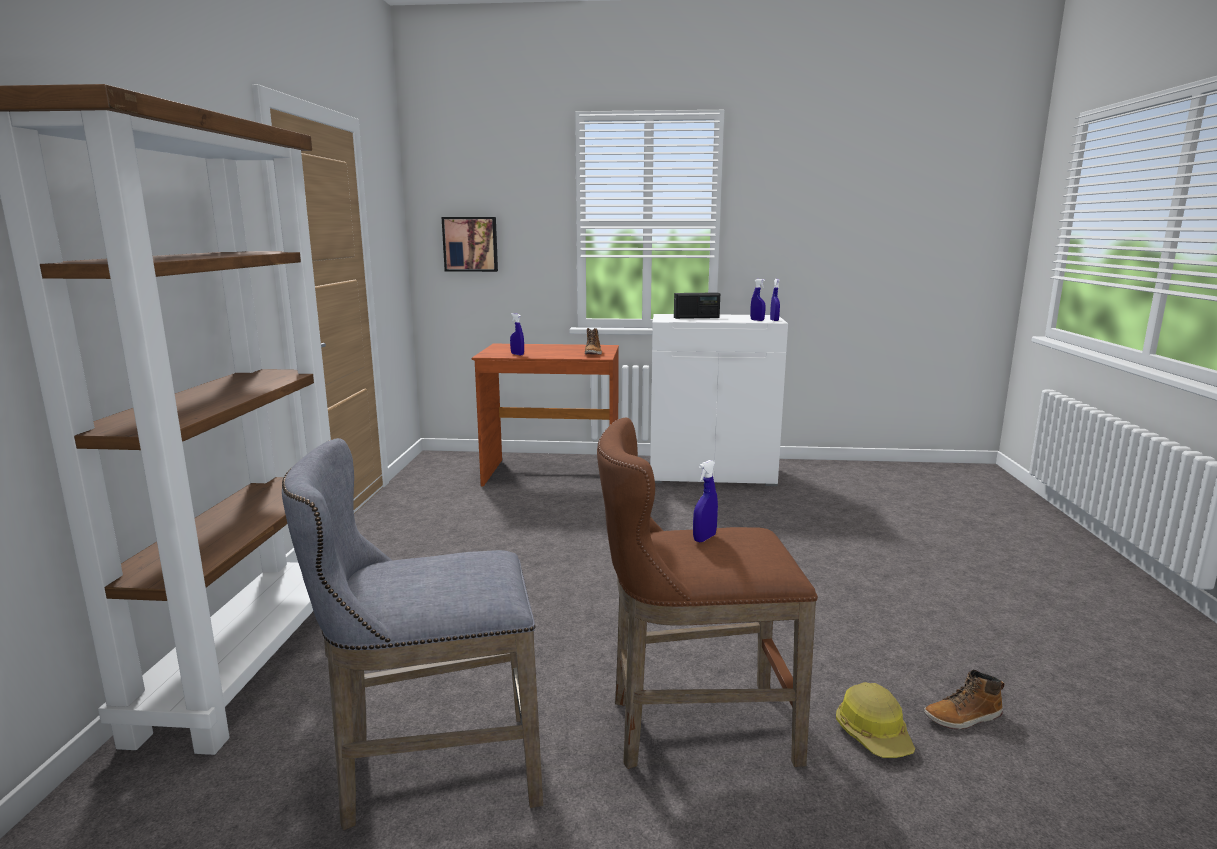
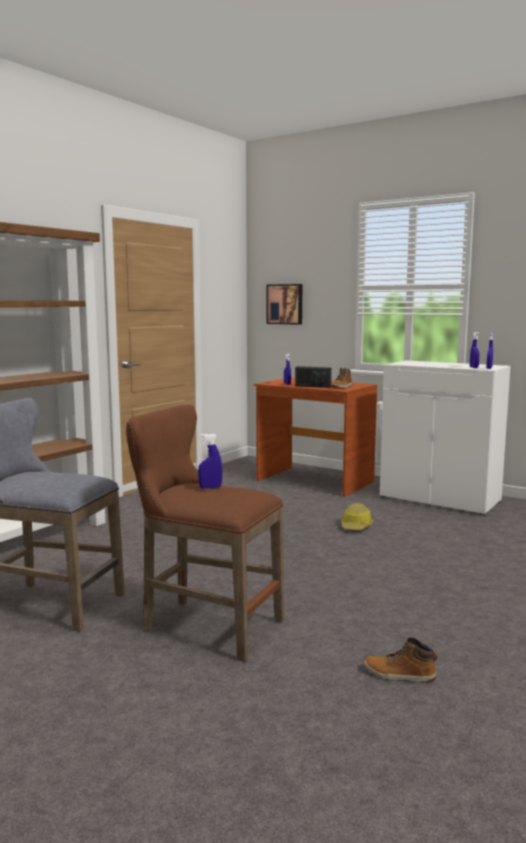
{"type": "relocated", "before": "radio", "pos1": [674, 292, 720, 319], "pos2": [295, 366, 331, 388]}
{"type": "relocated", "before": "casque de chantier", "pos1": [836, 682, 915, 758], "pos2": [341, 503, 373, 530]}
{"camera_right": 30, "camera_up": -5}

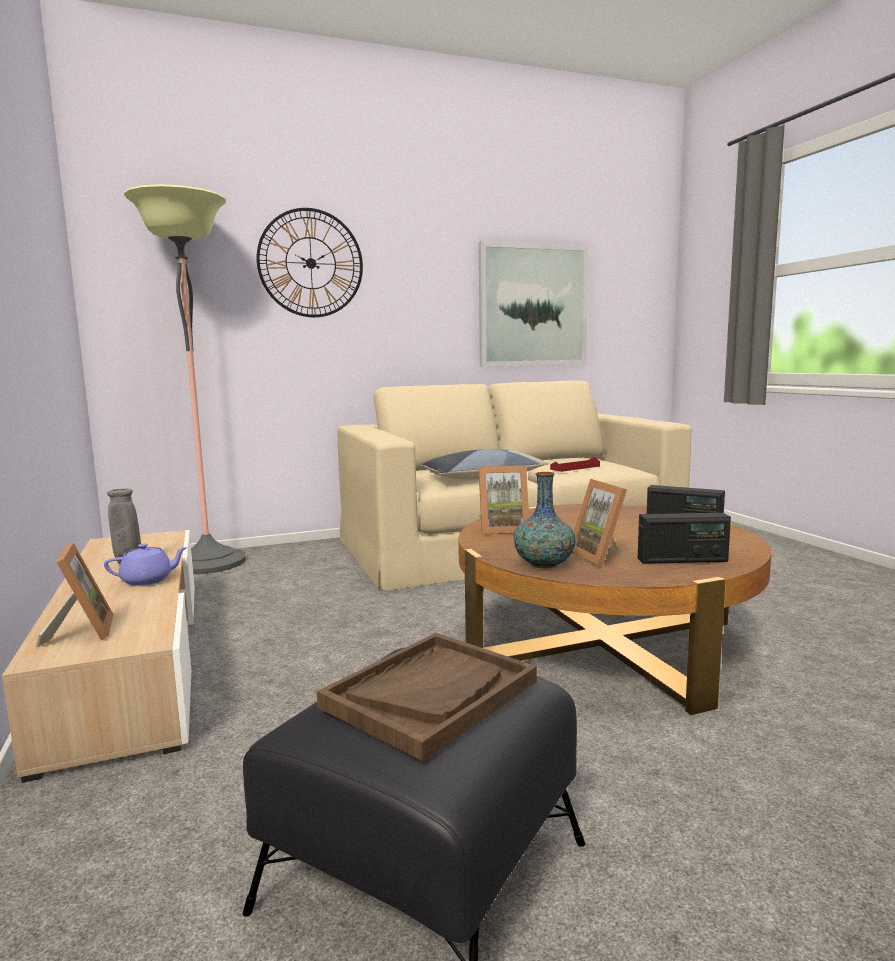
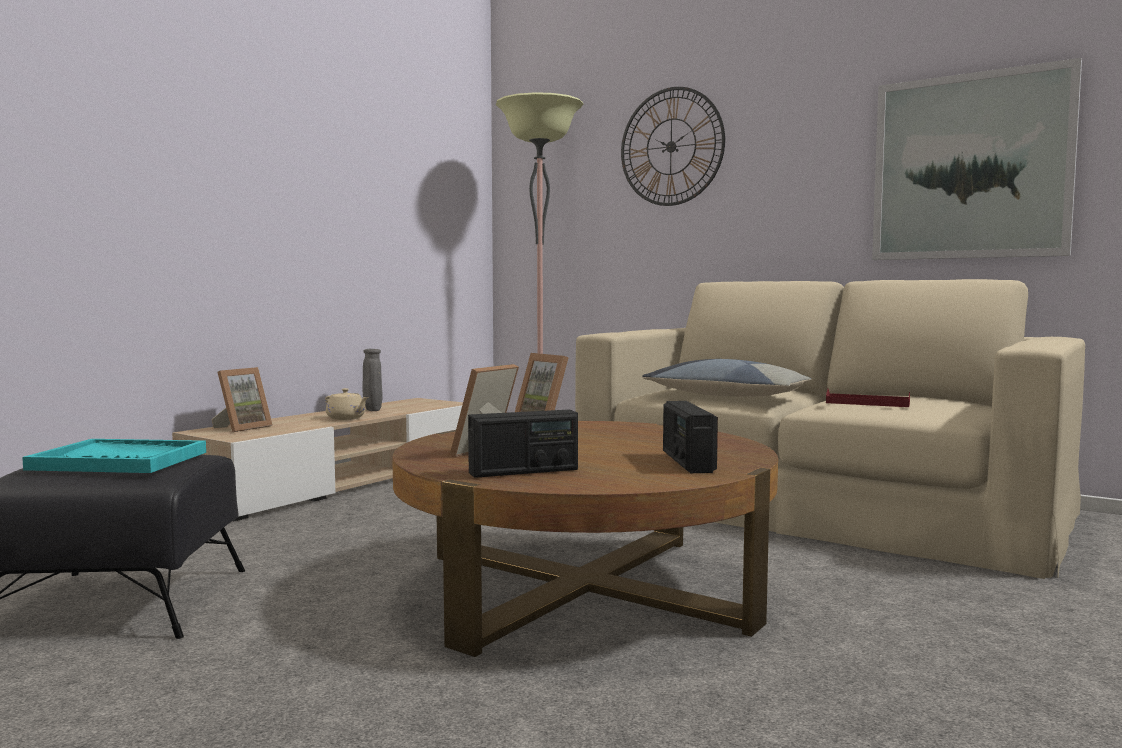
{"type": "missing", "before": "vase", "pos1": [514, 472, 576, 568]}
{"type": "spun", "before": "radio", "pos1": [638, 513, 731, 564], "pos2": [468, 409, 578, 478], "turn": -75}
{"type": "colour", "before": "théière (violet)", "after": "théière (beige)", "pos1": [104, 543, 188, 586], "pos2": [325, 388, 368, 420]}
{"type": "colour", "before": "plateau (marron)", "after": "plateau (turquoise)", "pos1": [317, 633, 537, 761], "pos2": [22, 439, 206, 473]}
{"camera_right": 55, "camera_up": -5}

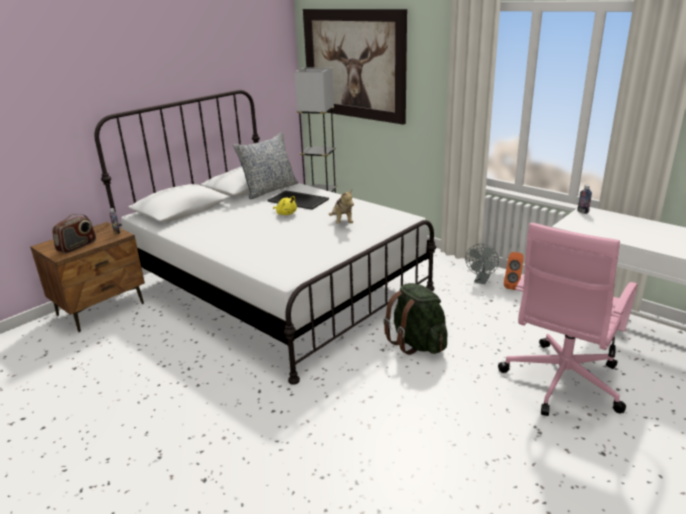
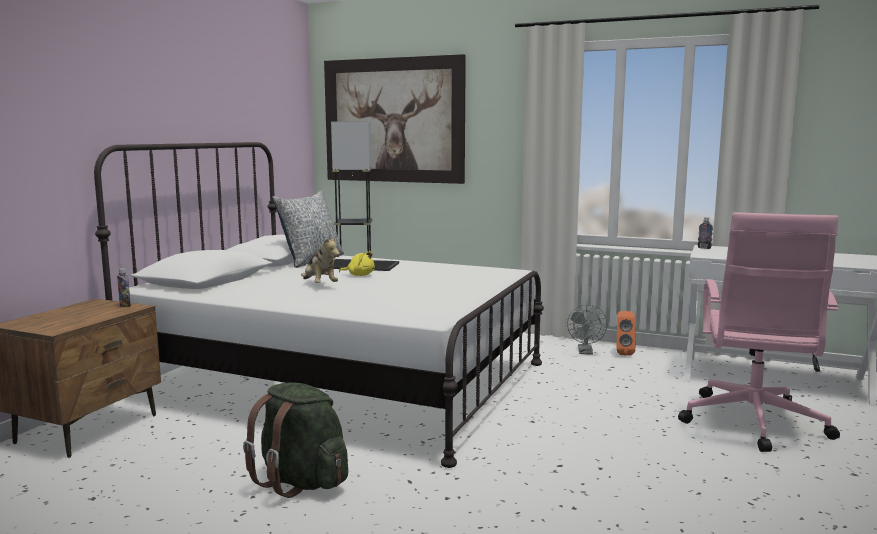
{"type": "relocated", "before": "peluche", "pos1": [329, 189, 354, 224], "pos2": [301, 235, 340, 283]}
{"type": "missing", "before": "radio", "pos1": [52, 214, 96, 253]}
{"type": "relocated", "before": "sac à dos (vert)", "pos1": [383, 283, 447, 355], "pos2": [243, 382, 348, 498]}
{"camera_right": -20, "camera_up": -15}

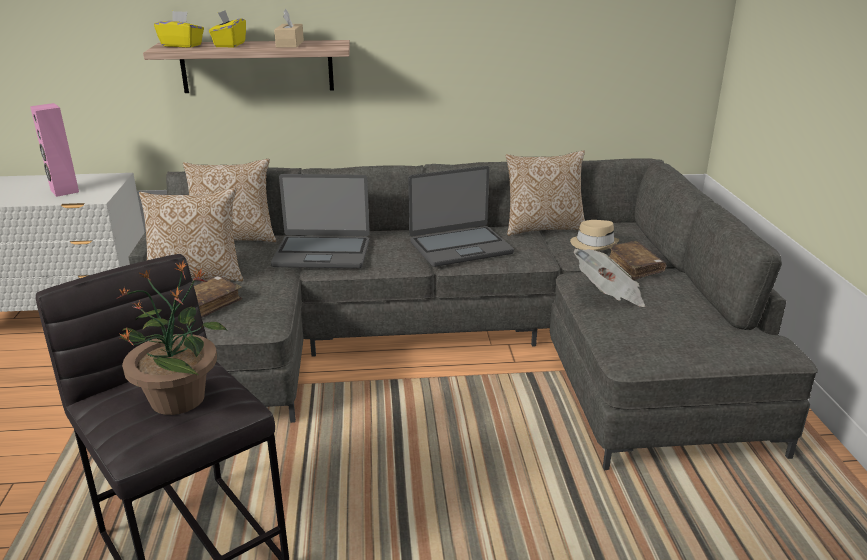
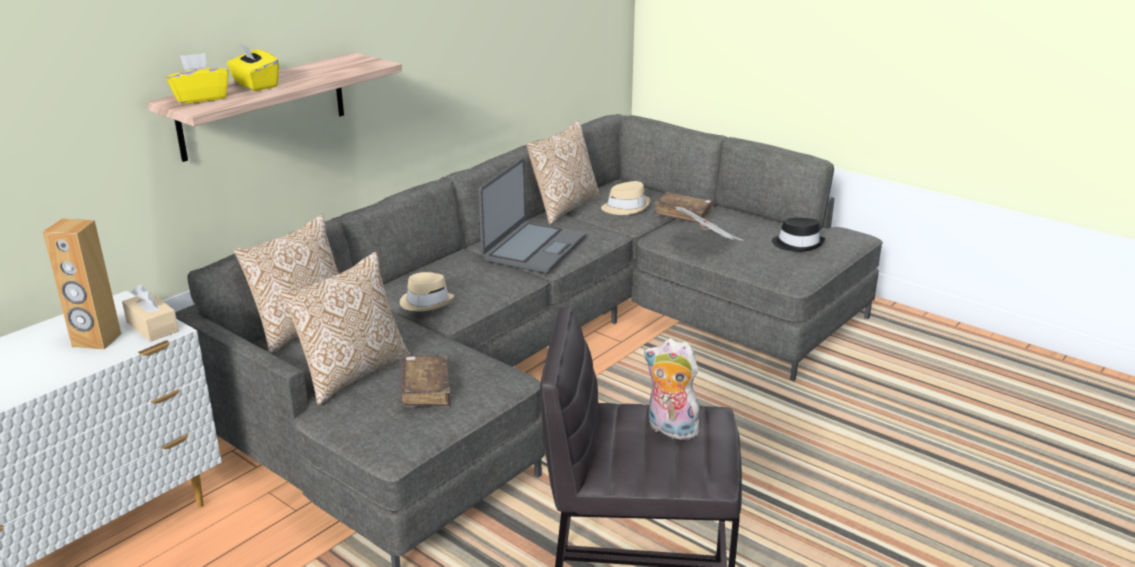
{"type": "relocated", "before": "boîte à mouchoirs (beige)", "pos1": [274, 9, 304, 48], "pos2": [122, 285, 179, 342]}
{"type": "colour", "before": "enceinte (rose)", "after": "enceinte (marron)", "pos1": [30, 103, 79, 197], "pos2": [43, 219, 121, 350]}
{"type": "exchanged", "before": "ordinateur portable", "after": "chapeau (beige)", "pos1": [271, 174, 370, 268], "pos2": [400, 272, 454, 311]}
{"type": "exchanged", "before": "plante en pot", "after": "peluche", "pos1": [117, 260, 227, 415], "pos2": [644, 338, 700, 441]}
{"type": "appeared", "after": "chapeau (noir)", "pos2": [772, 218, 825, 252]}
{"camera_right": -45, "camera_up": 0}

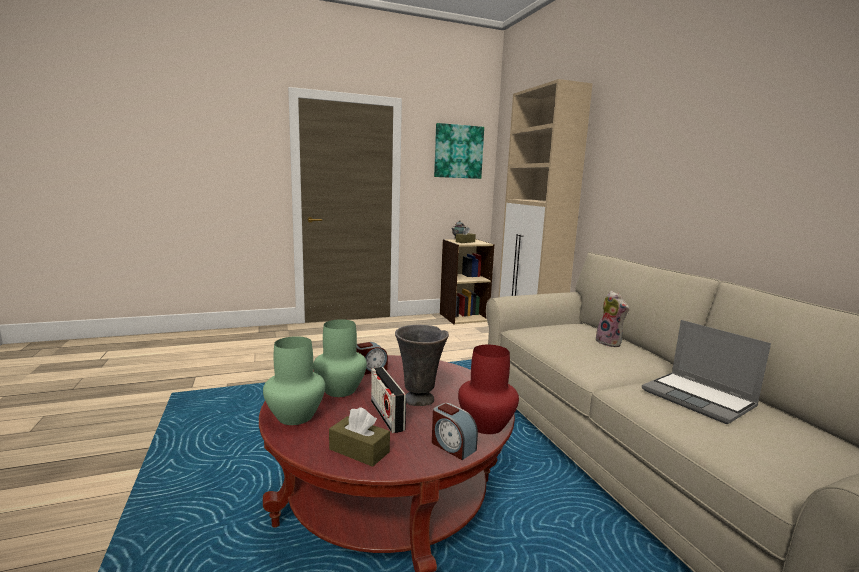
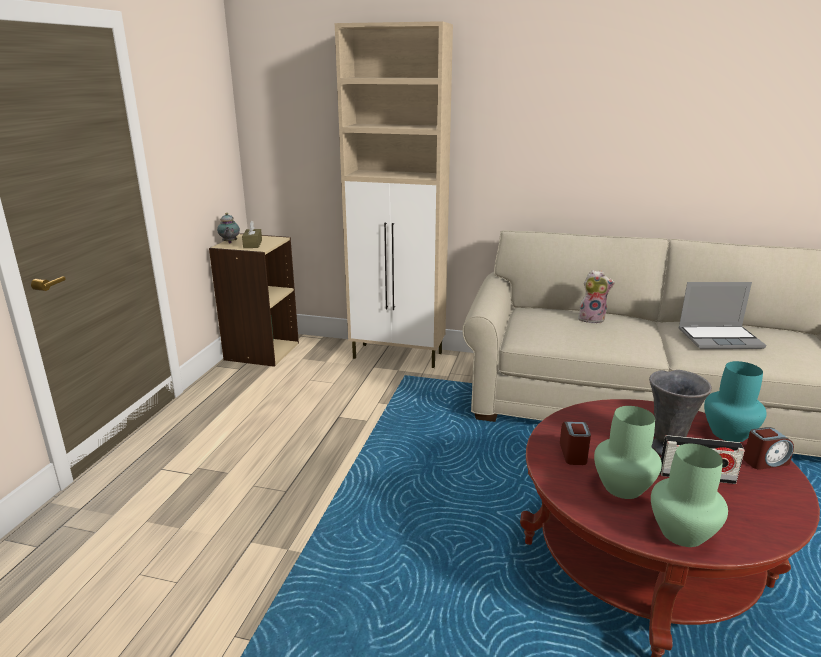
{"type": "missing", "before": "tableau", "pos1": [434, 123, 484, 179]}
{"type": "colour", "before": "vase (rouge)", "after": "vase (turquoise)", "pos1": [458, 345, 519, 434], "pos2": [704, 361, 767, 442]}
{"type": "missing", "before": "boîte à mouchoirs (marron)", "pos1": [329, 407, 390, 467]}
{"camera_right": -55, "camera_up": 10}

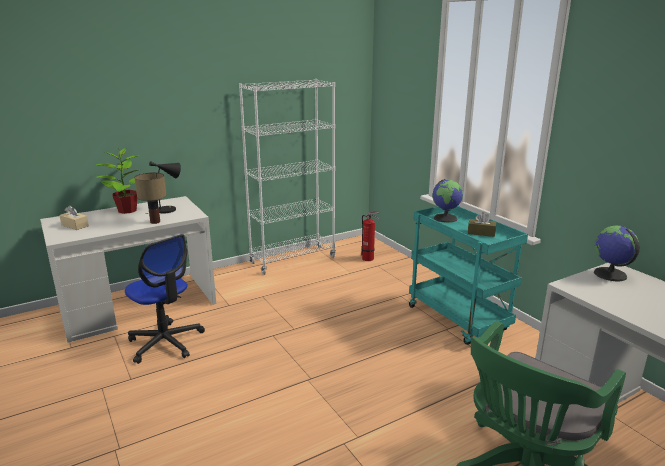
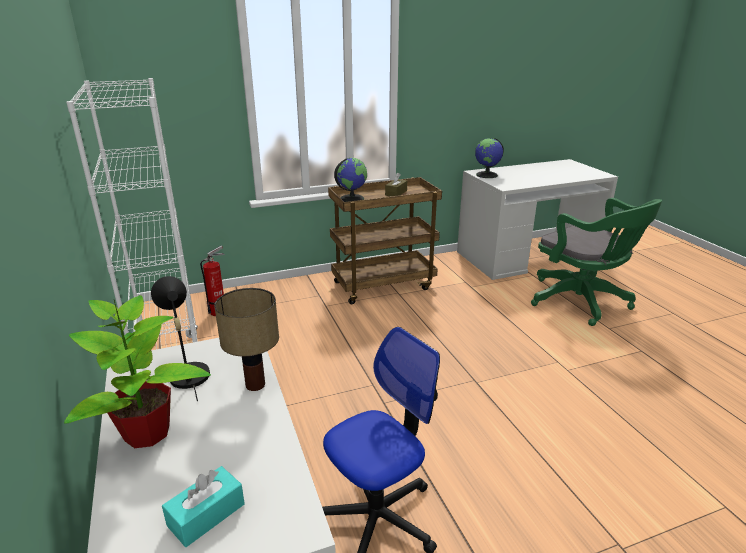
{"type": "colour", "before": "boîte à mouchoirs (beige)", "after": "boîte à mouchoirs (turquoise)", "pos1": [59, 205, 89, 230], "pos2": [162, 466, 245, 547]}
{"type": "colour", "before": "chariot (turquoise)", "after": "chariot (marron)", "pos1": [409, 206, 528, 345], "pos2": [328, 177, 442, 304]}
{"camera_right": -80, "camera_up": 5}

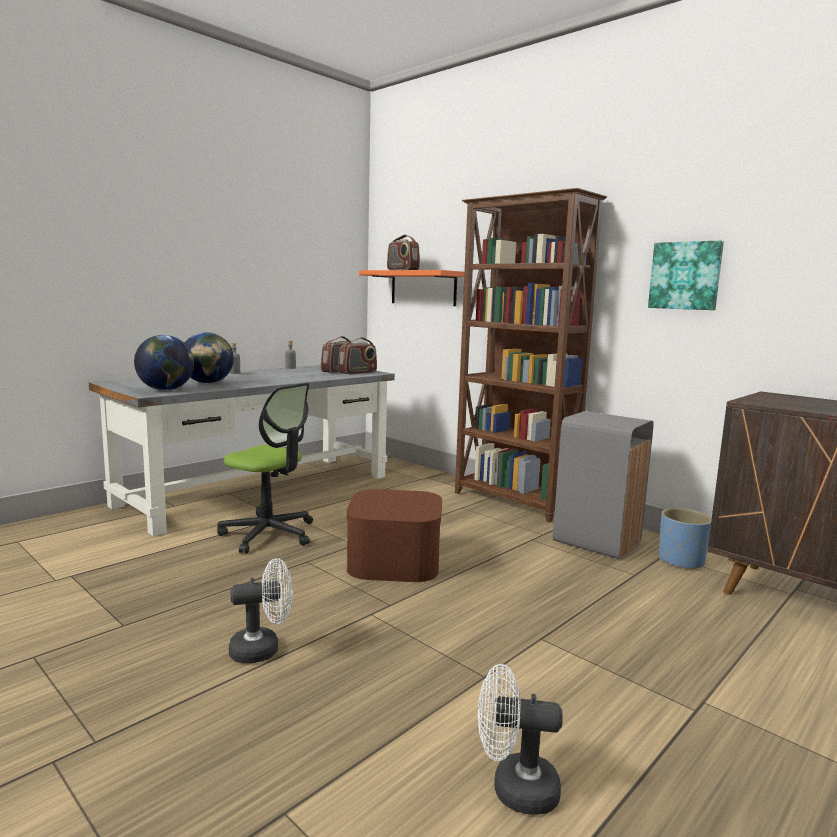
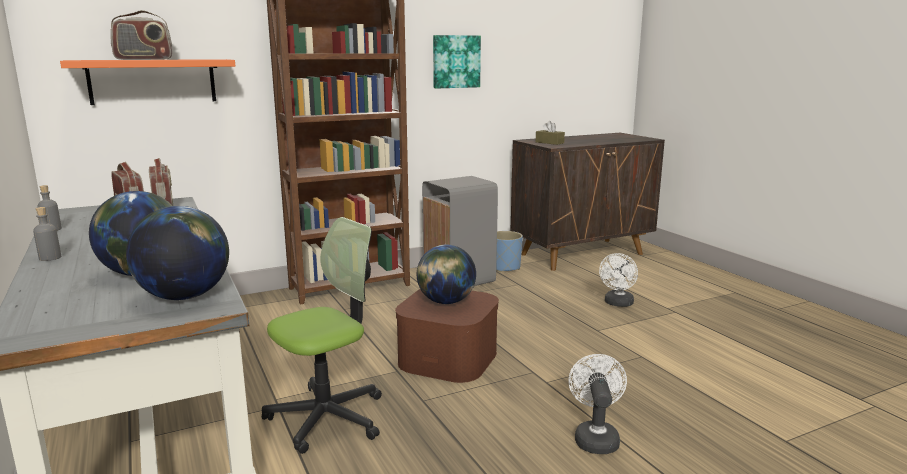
{"type": "relocated", "before": "ventilateur (blanc)", "pos1": [478, 664, 563, 815], "pos2": [599, 253, 638, 307]}
{"type": "appeared", "after": "boîte à mouchoirs (marron)", "pos2": [536, 121, 565, 145]}
{"type": "appeared", "after": "globe", "pos2": [417, 245, 476, 304]}
{"camera_right": -70, "camera_up": 5}

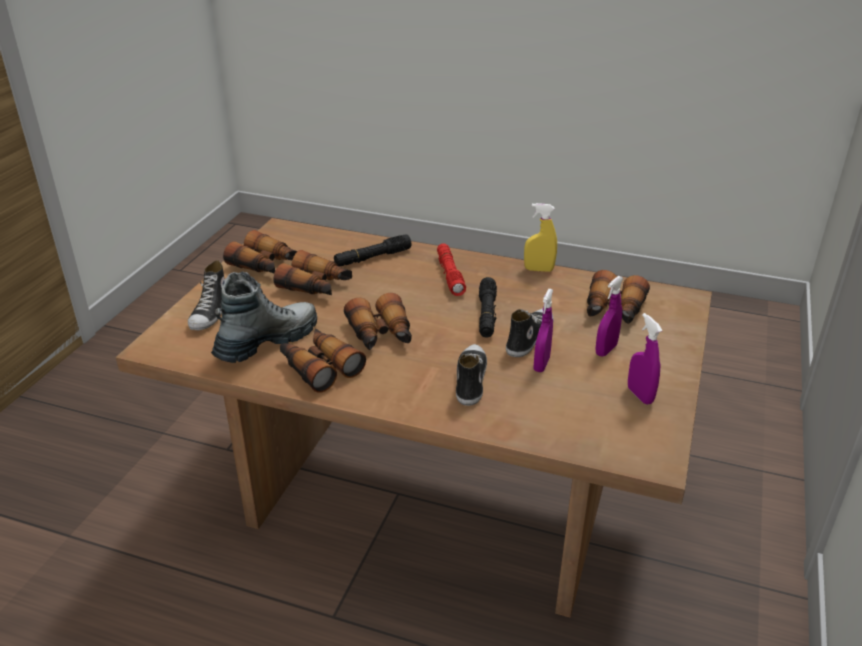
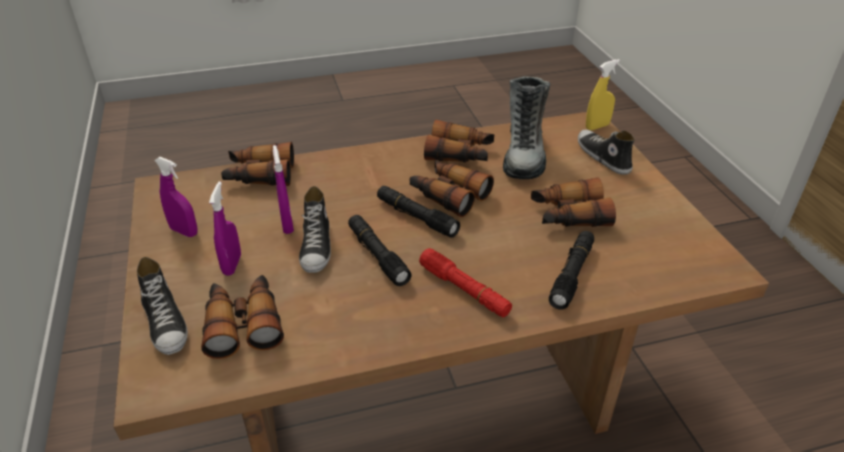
{"type": "relocated", "before": "vaporisateur (jaune)", "pos1": [524, 203, 557, 272], "pos2": [586, 59, 620, 130]}
{"type": "relocated", "before": "jumelles", "pos1": [223, 230, 297, 273], "pos2": [221, 142, 294, 186]}
{"type": "relocated", "before": "chaussure", "pos1": [456, 344, 487, 406], "pos2": [137, 257, 188, 355]}
{"type": "appeared", "after": "lampe de poche (noir)", "pos2": [377, 186, 460, 238]}
{"camera_right": 145, "camera_up": 5}

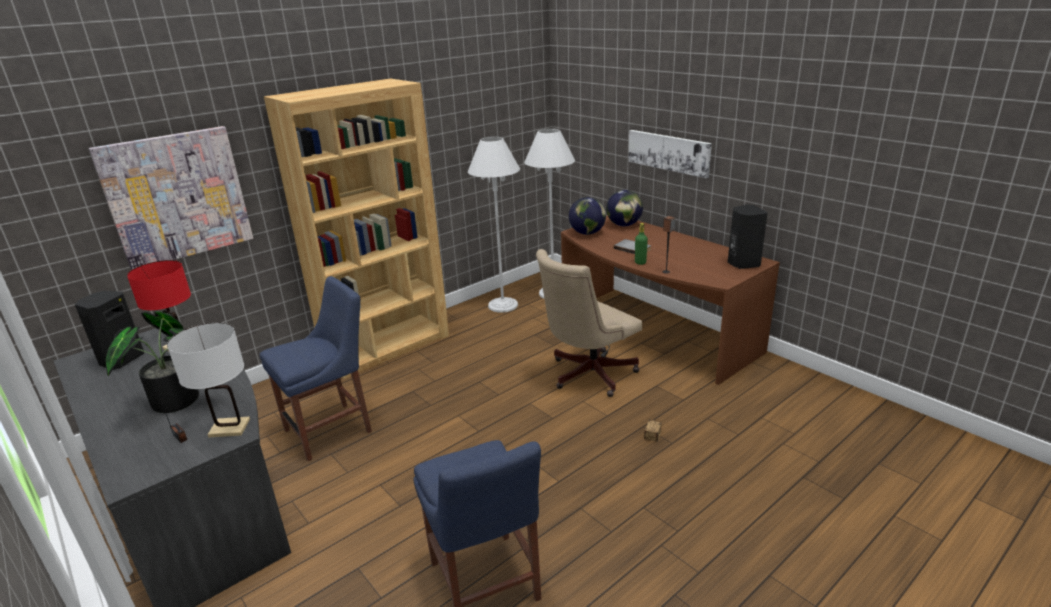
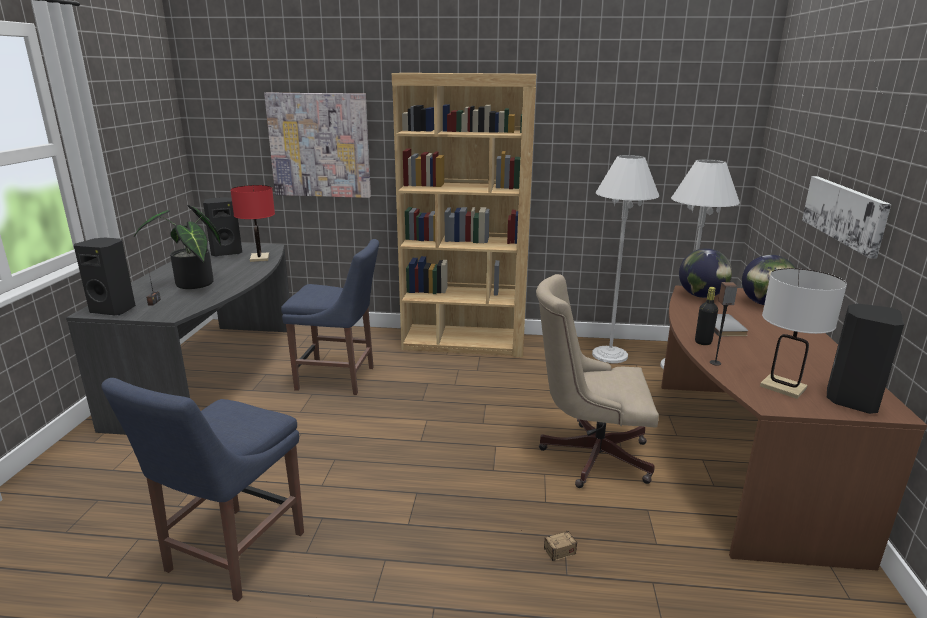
{"type": "colour", "before": "bouteille (vert)", "after": "bouteille (noir)", "pos1": [635, 223, 648, 265], "pos2": [695, 287, 718, 345]}
{"type": "relocated", "before": "lampe de table (blanc)", "pos1": [167, 322, 250, 438], "pos2": [760, 268, 847, 399]}
{"type": "appeared", "after": "enceinte (noir)", "pos2": [74, 238, 136, 315]}
{"camera_right": 45, "camera_up": -5}

